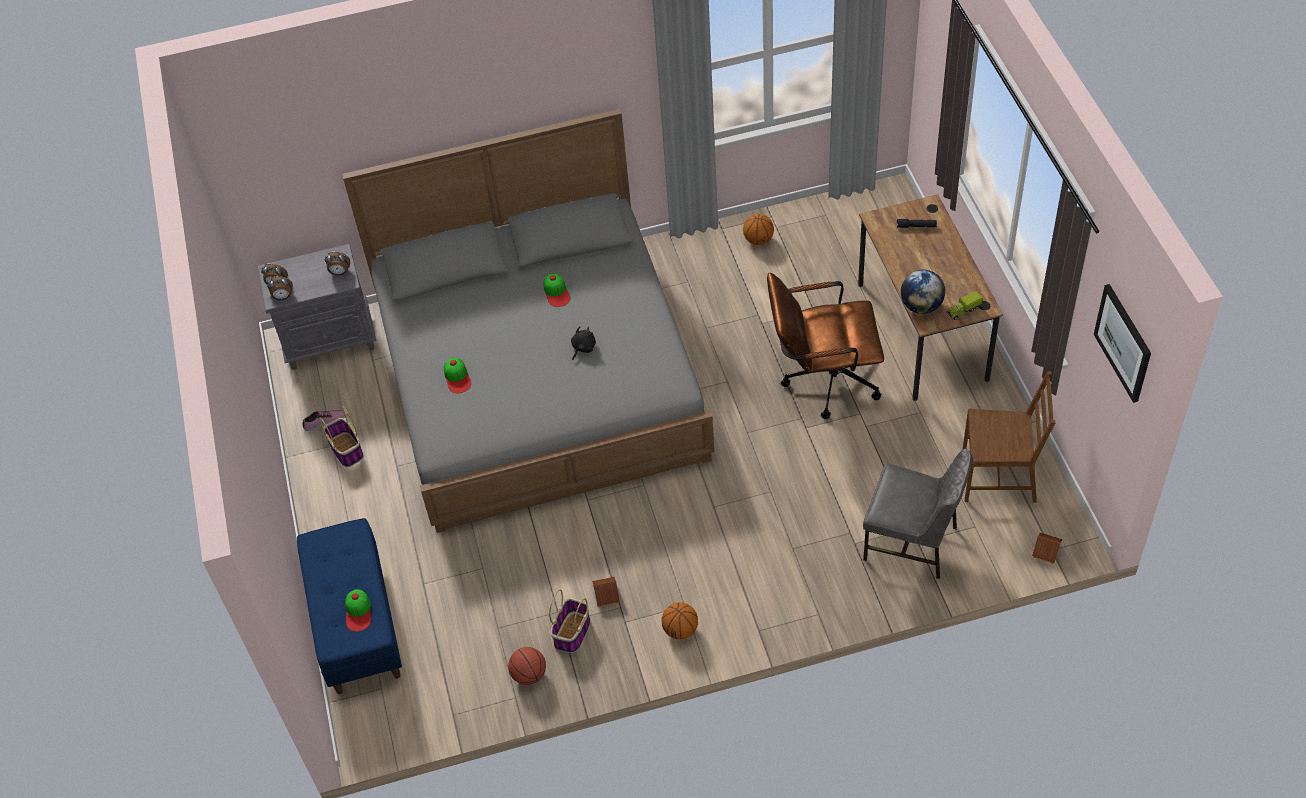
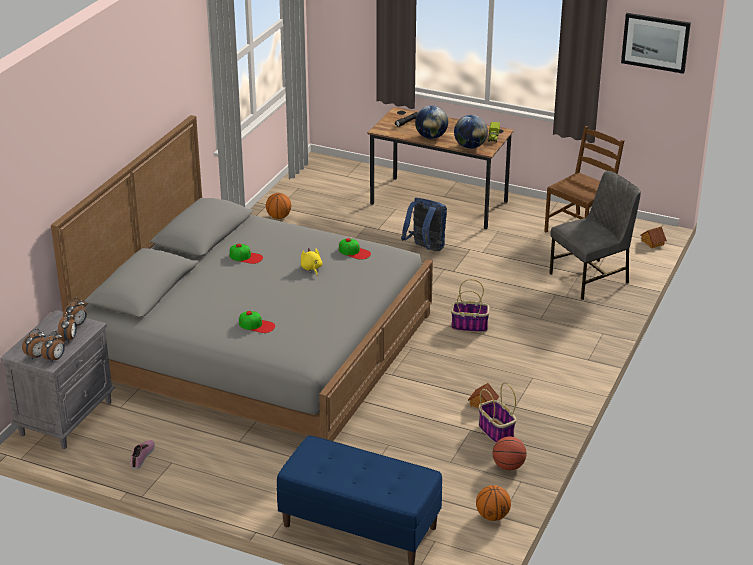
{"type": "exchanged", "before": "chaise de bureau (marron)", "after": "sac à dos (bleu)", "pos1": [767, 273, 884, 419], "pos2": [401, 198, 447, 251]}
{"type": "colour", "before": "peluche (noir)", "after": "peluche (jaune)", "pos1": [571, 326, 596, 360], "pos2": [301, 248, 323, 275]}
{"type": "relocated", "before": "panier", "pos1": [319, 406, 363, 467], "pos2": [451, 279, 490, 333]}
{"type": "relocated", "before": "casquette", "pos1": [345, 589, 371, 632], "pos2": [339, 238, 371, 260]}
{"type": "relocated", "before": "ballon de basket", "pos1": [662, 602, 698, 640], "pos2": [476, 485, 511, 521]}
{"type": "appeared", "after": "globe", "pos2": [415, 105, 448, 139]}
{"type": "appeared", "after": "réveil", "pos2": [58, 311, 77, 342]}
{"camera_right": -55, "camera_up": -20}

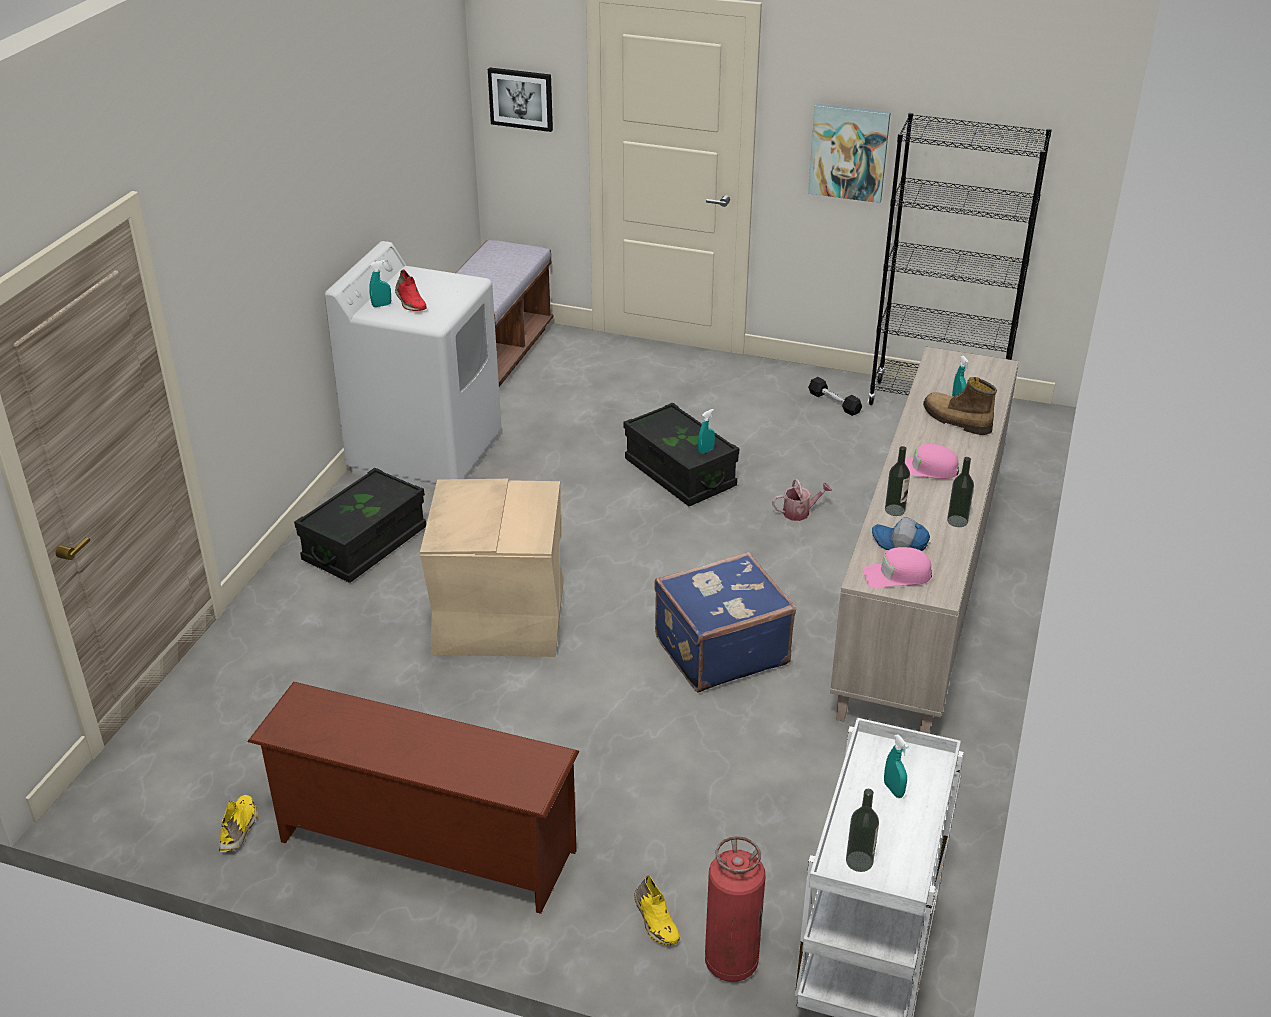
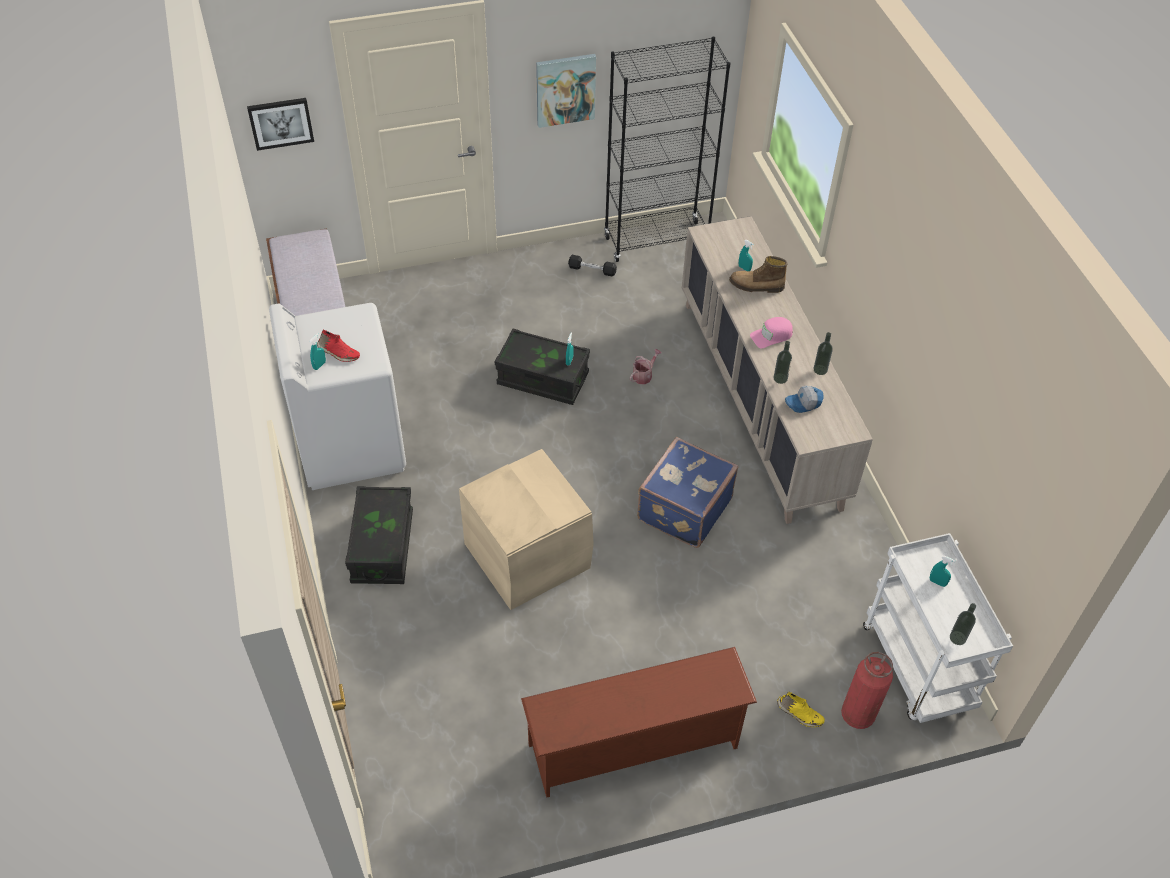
{"type": "missing", "before": "casquette (rose)", "pos1": [863, 547, 932, 588]}
{"type": "missing", "before": "chaussure (jaune)", "pos1": [219, 795, 258, 852]}
{"camera_right": -35, "camera_up": 15}

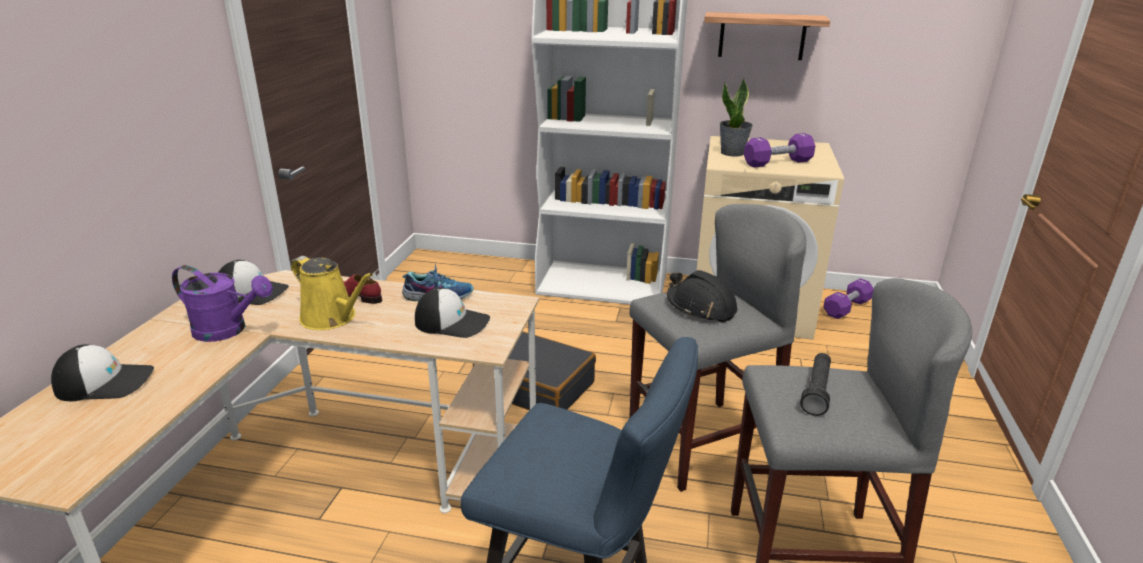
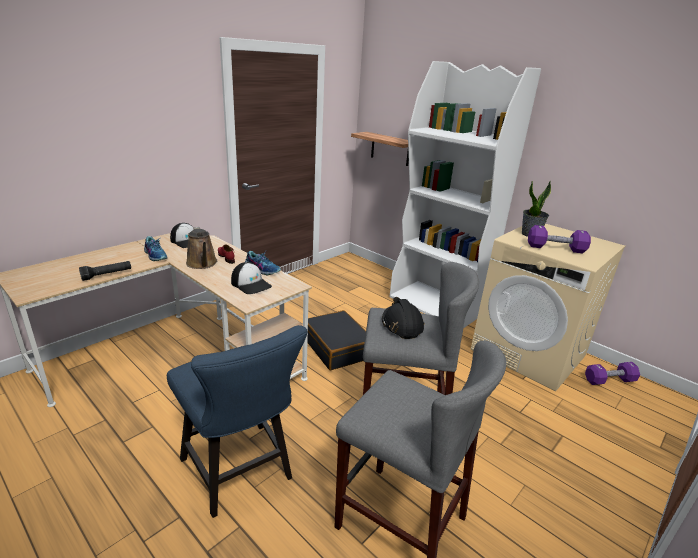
{"type": "relocated", "before": "étagère", "pos1": [704, 12, 830, 60], "pos2": [351, 132, 409, 166]}
{"type": "colour", "before": "arrosoir (jaune)", "after": "arrosoir (marron)", "pos1": [291, 256, 373, 330], "pos2": [186, 227, 217, 269]}
{"type": "exchanged", "before": "arrosoir (violet)", "after": "chaussure", "pos1": [172, 265, 273, 342], "pos2": [144, 236, 168, 261]}
{"type": "missing", "before": "casquette", "pos1": [51, 344, 154, 401]}
{"type": "relocated", "before": "lampe de poche (noir)", "pos1": [800, 353, 831, 416], "pos2": [79, 261, 131, 281]}
{"camera_right": 30, "camera_up": 0}

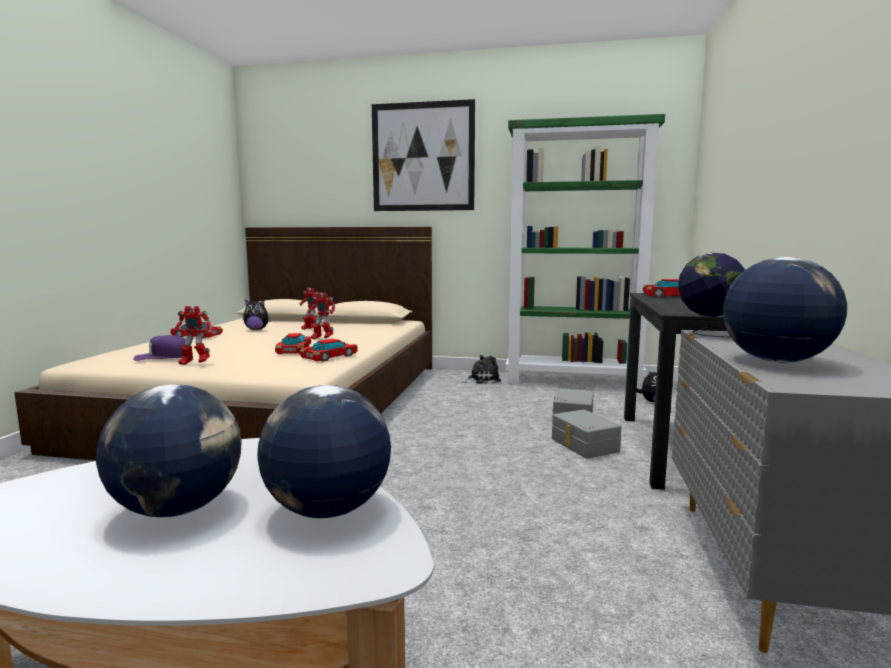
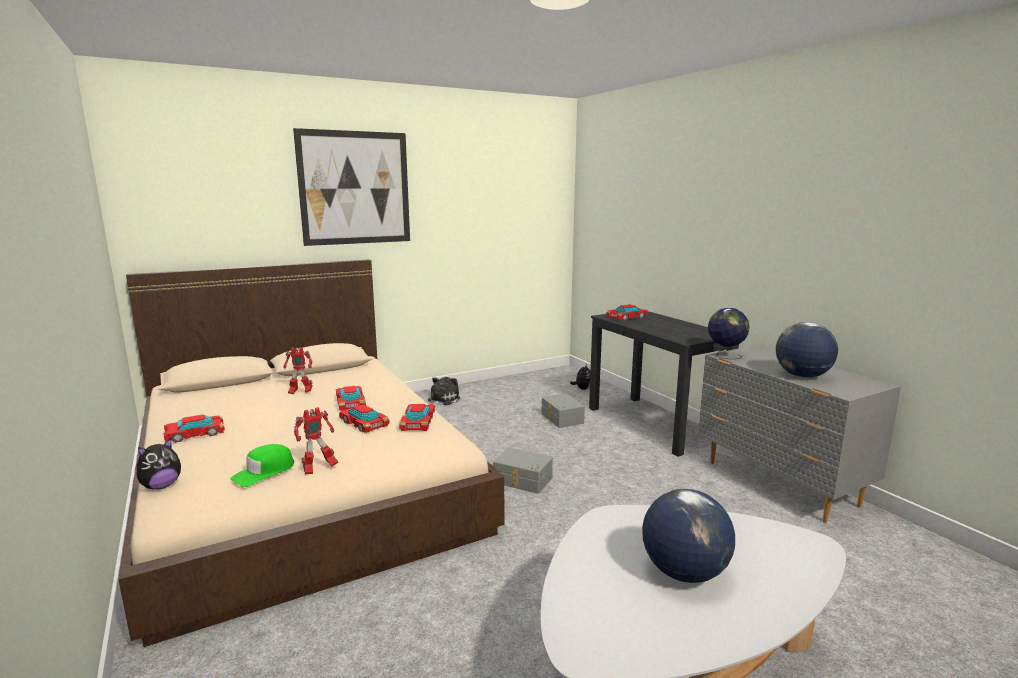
{"type": "missing", "before": "bibliothèque (vert)", "pos1": [506, 114, 665, 389]}
{"type": "exchanged", "before": "robot jouet", "after": "petite voiture", "pos1": [308, 292, 335, 340], "pos2": [336, 386, 366, 411]}
{"type": "relocated", "before": "peluche", "pos1": [243, 300, 272, 330], "pos2": [137, 438, 181, 490]}
{"type": "colour", "before": "casquette (violet)", "after": "casquette (vert)", "pos1": [133, 335, 193, 361], "pos2": [230, 444, 294, 487]}
{"type": "missing", "before": "globe", "pos1": [257, 385, 391, 518]}
{"type": "relocated", "before": "boîte de rangement (gris)", "pos1": [552, 409, 621, 459], "pos2": [493, 448, 553, 494]}
{"camera_right": -40, "camera_up": 5}

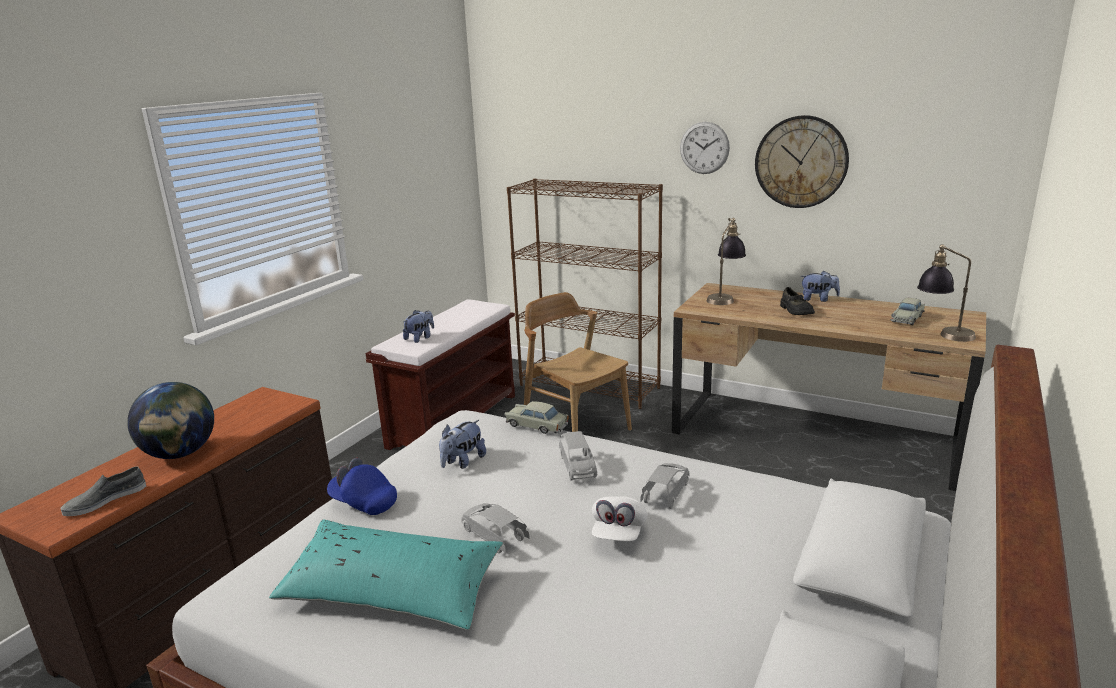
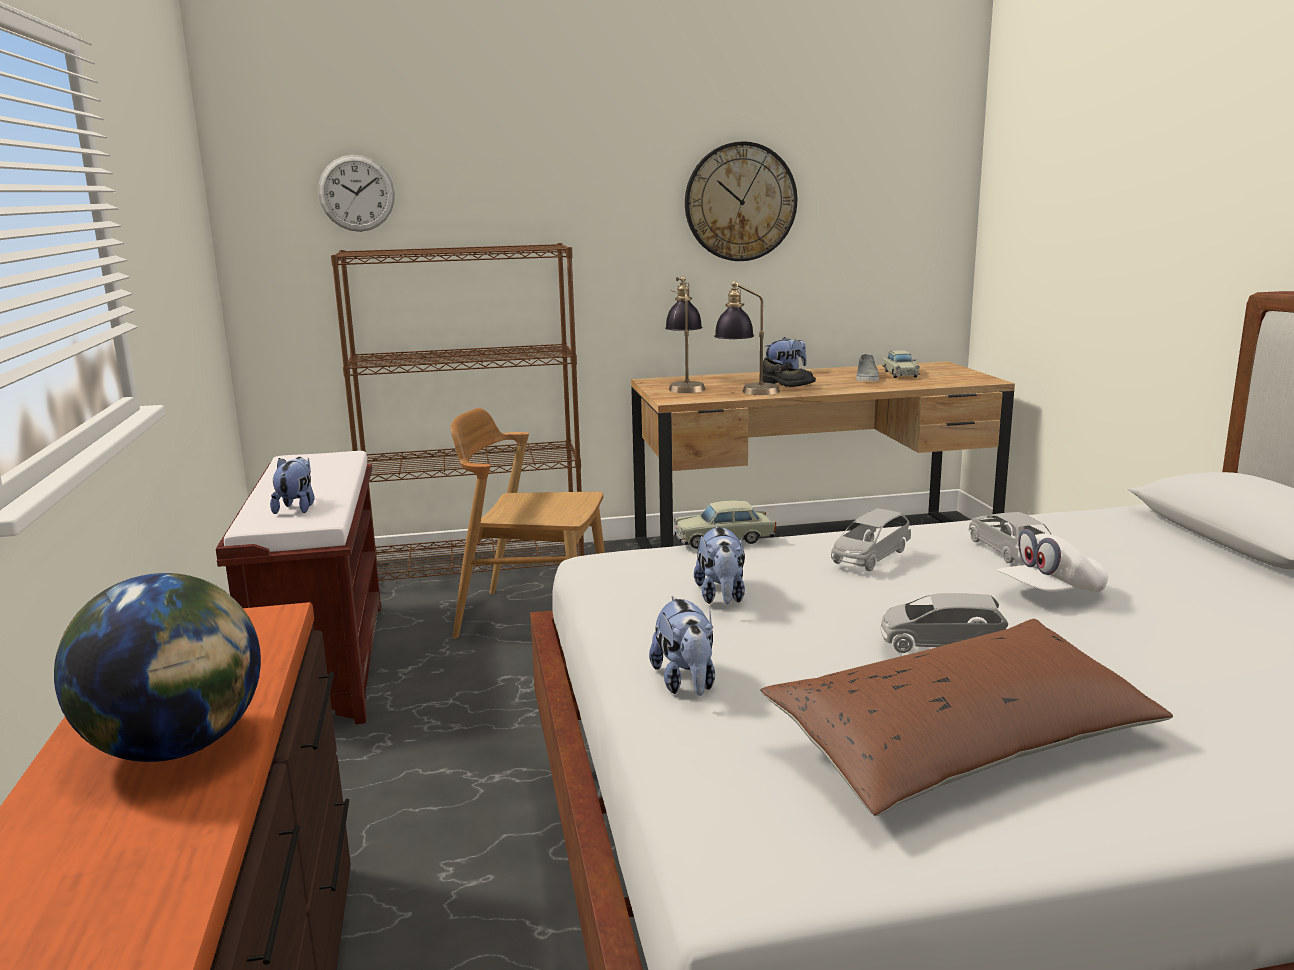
{"type": "relocated", "before": "horloge murale", "pos1": [680, 122, 730, 174], "pos2": [318, 155, 395, 232]}
{"type": "relocated", "before": "lampe de table", "pos1": [917, 244, 976, 342], "pos2": [714, 281, 780, 395]}
{"type": "spun", "before": "petite voiture (gris)", "pos1": [559, 431, 597, 481], "pos2": [831, 508, 911, 571], "turn": 90}
{"type": "exchanged", "before": "casquette (bleu)", "after": "peluche", "pos1": [327, 458, 397, 515], "pos2": [649, 596, 715, 696]}
{"type": "relocated", "before": "chaussure (gris)", "pos1": [61, 466, 146, 516], "pos2": [856, 354, 879, 381]}
{"type": "spun", "before": "casquette (blanc)", "pos1": [592, 496, 648, 541], "pos2": [997, 529, 1108, 593], "turn": 90}
{"type": "colour", "before": "coussin (turquoise)", "after": "coussin (marron)", "pos1": [269, 520, 503, 630], "pos2": [760, 619, 1173, 816]}
{"camera_right": -40, "camera_up": -5}

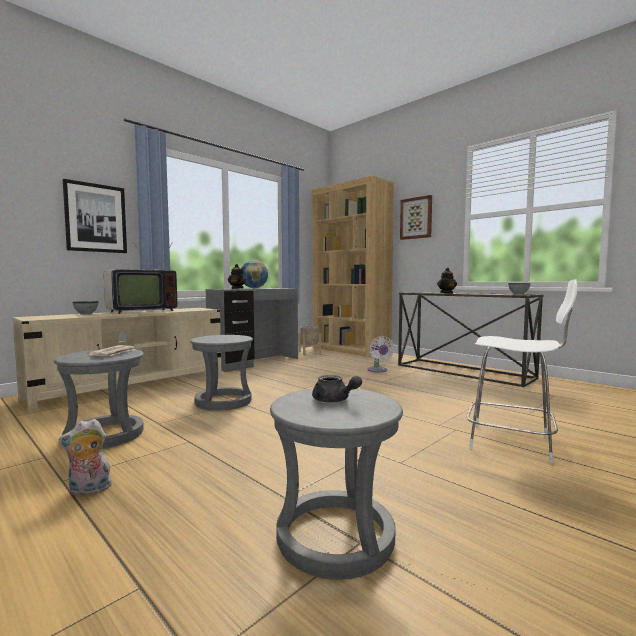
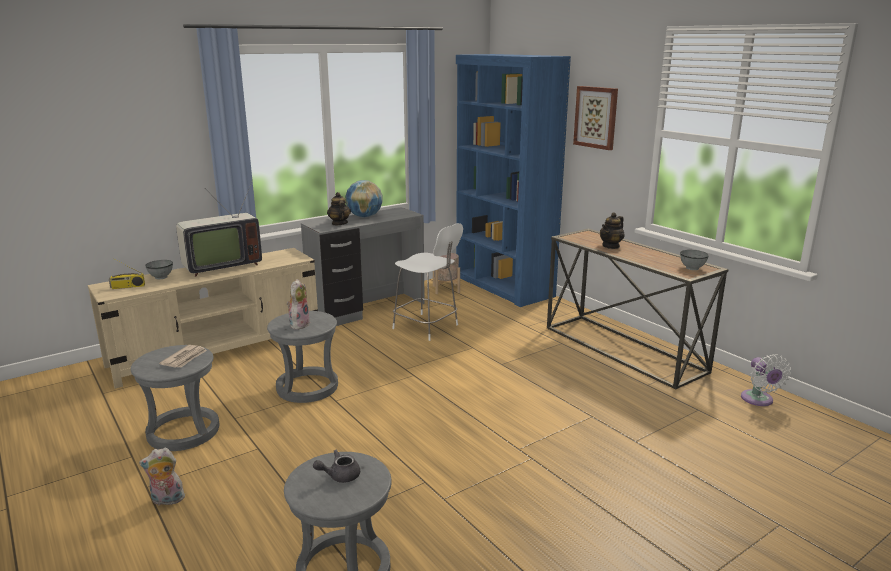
{"type": "colour", "before": "bibliothèque (marron)", "after": "bibliothèque (bleu)", "pos1": [312, 175, 394, 358], "pos2": [456, 54, 571, 307]}
{"type": "missing", "before": "tableau", "pos1": [63, 179, 127, 253]}
{"type": "relocated", "before": "chaise (blanc)", "pos1": [467, 279, 578, 463], "pos2": [392, 223, 463, 341]}
{"type": "relocated", "before": "ventilateur (blanc)", "pos1": [368, 336, 394, 372], "pos2": [741, 354, 791, 406]}
{"type": "spun", "before": "théière (gris)", "pos1": [312, 375, 362, 403], "pos2": [313, 450, 360, 483], "turn": 105}
{"type": "appeared", "after": "radio", "pos2": [109, 259, 145, 289]}
{"type": "appeared", "after": "peluche", "pos2": [287, 279, 309, 330]}
{"camera_right": 10, "camera_up": 15}

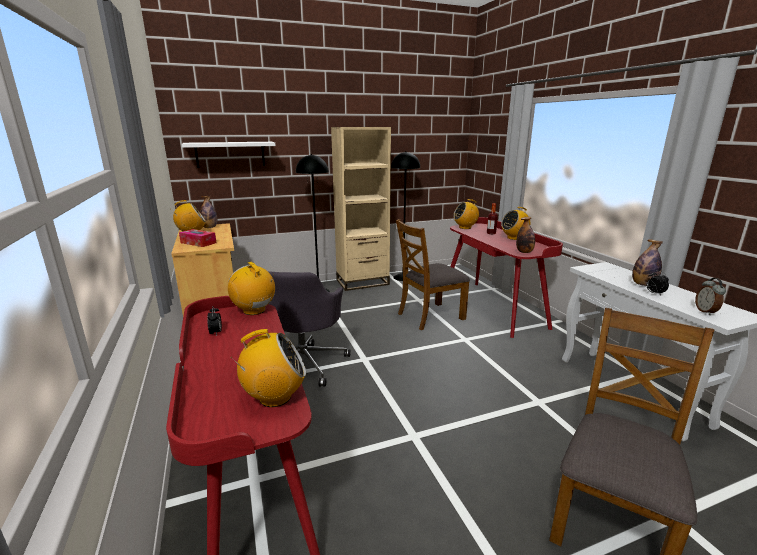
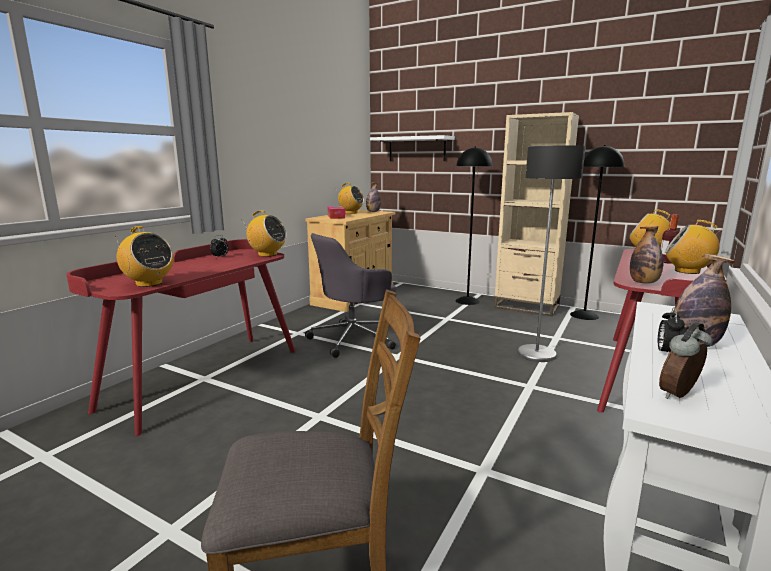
{"type": "exchanged", "before": "chaise (marron)", "after": "lampadaire", "pos1": [396, 219, 470, 330], "pos2": [518, 146, 586, 362]}
{"type": "spun", "before": "radio", "pos1": [228, 262, 275, 315], "pos2": [241, 210, 286, 257], "turn": 105}
{"camera_right": 50, "camera_up": -5}

